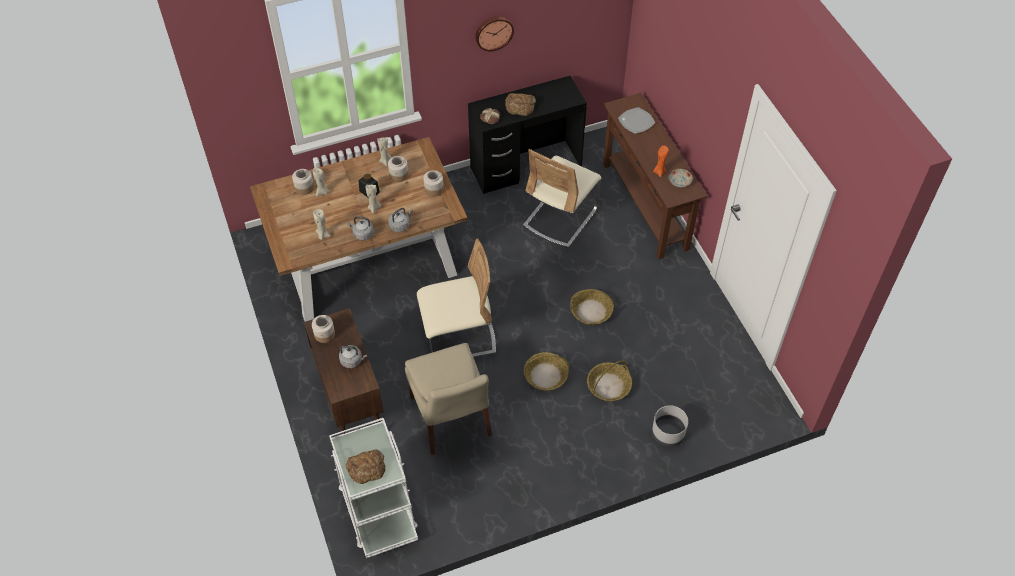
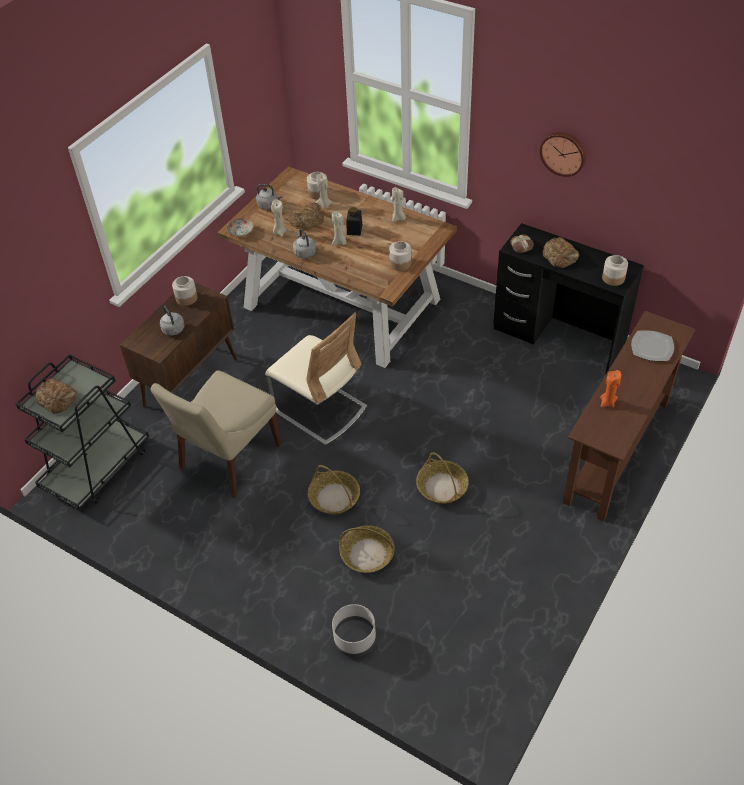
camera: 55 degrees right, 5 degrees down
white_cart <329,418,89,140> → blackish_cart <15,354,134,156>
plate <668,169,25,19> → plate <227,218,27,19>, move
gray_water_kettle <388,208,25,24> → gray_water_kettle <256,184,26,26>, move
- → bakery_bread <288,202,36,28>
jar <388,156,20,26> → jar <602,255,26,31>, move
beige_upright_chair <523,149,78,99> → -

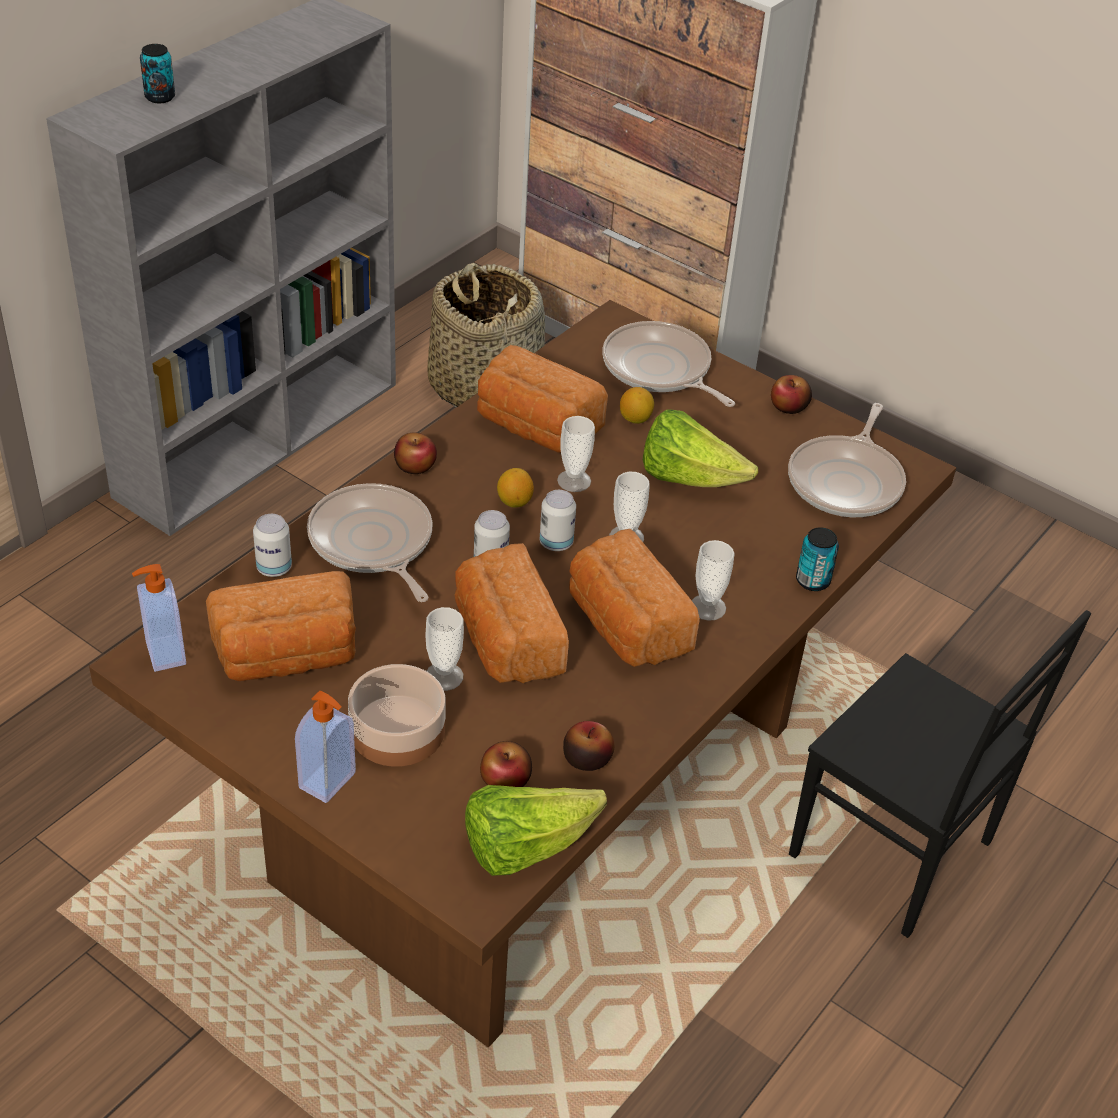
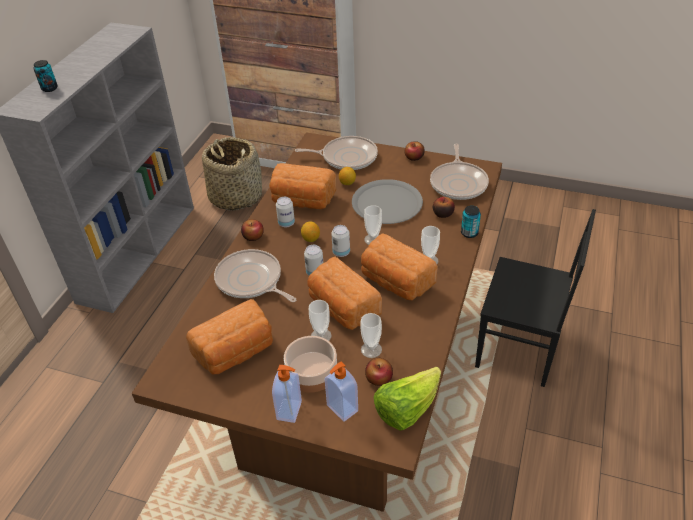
camera: 15 degrees left, 0 degrees up
sealed_can <253,514,39,63> → sealed_can <276,197,19,30>, move
pan <603,321,132,86> → pan <295,136,83,34>, 150 degrees clockwise
soap_dispenser <132,564,54,108> → soap_dispenser <325,362,33,60>, move
lettuce_head <643,409,115,78> → gray_plate <352,179,71,45>
cup <557,416,38,76> → cup <360,313,22,45>, move
apple_fruit <563,721,51,50> → apple_fruit <433,197,22,21>, move

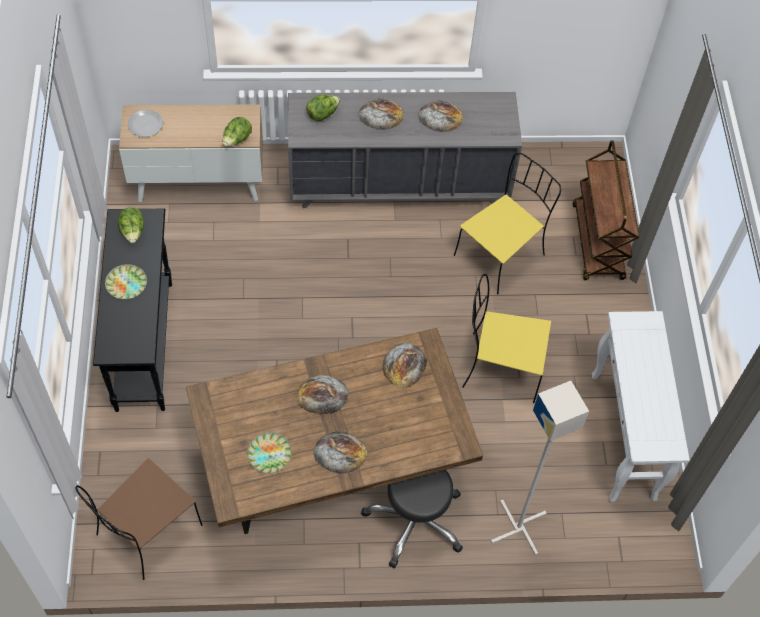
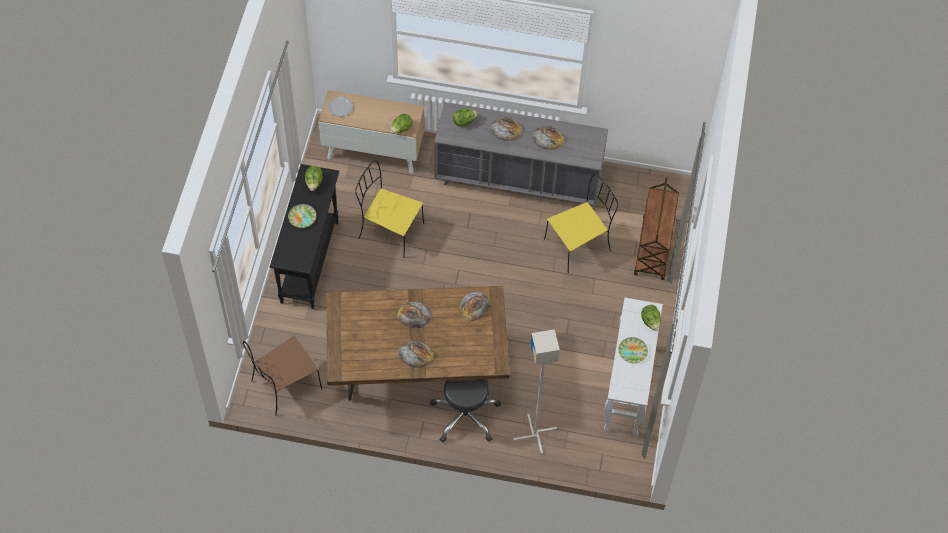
camera: 15 degrees right, 0 degrees up
yellow_upright_chair <462,274,89,129> → yellow_upright_chair <355,161,69,97>, move
plate <247,432,45,41> → plate <618,337,30,26>, move
- → lettuce_head <641,305,20,26>

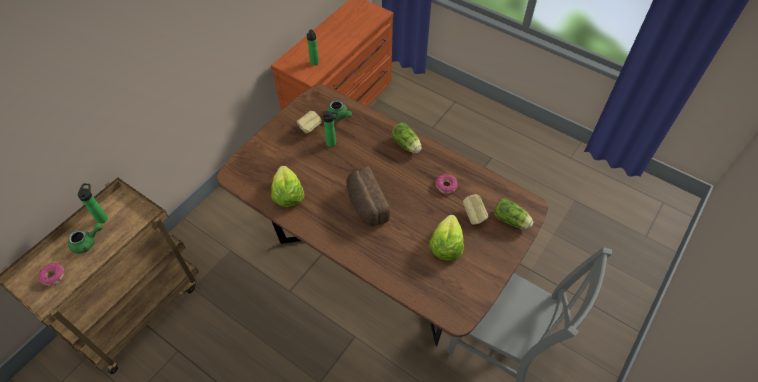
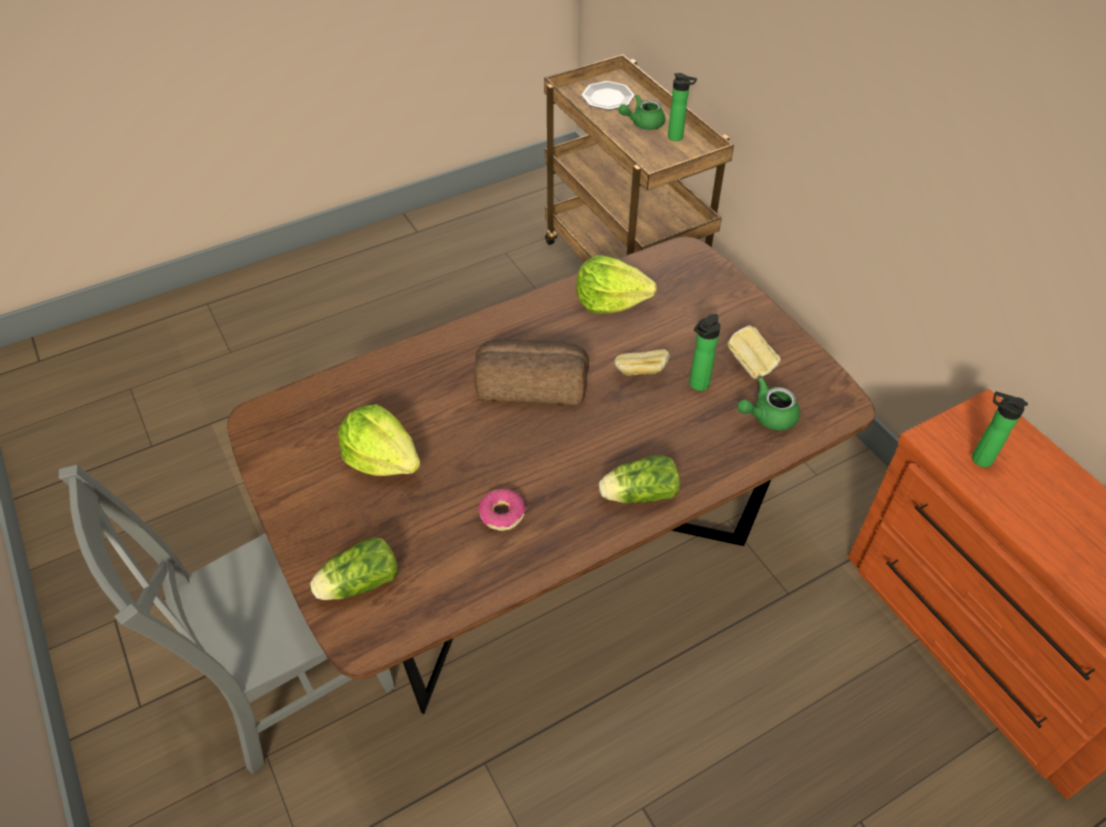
camera: 115 degrees right, 5 degrees down
donut <38,263,26,23> → plate <581,81,54,29>
bakery_bread <463,194,25,31> → bakery_bread <614,349,56,27>, move
green_tea_pot <68,223,35,31> → green_tea_pot <618,95,47,35>, 75 degrees clockwise

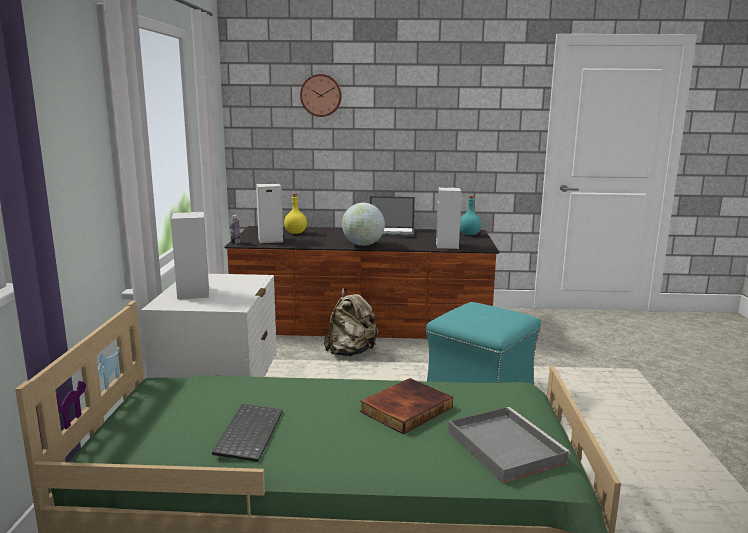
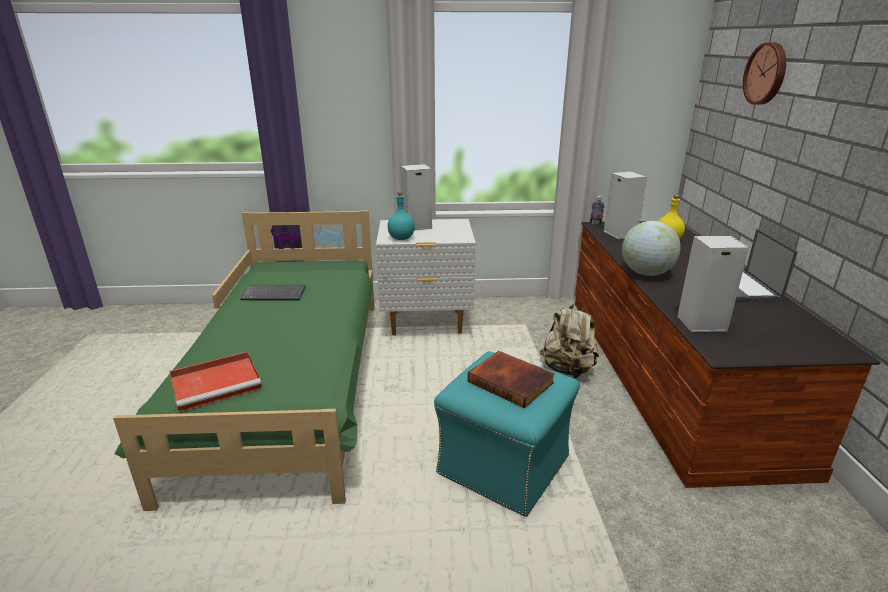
camera: 85 degrees right, 10 degrees up
gray_carrying_tray <448,407,123,76> → red-coloured_carrying_tray <170,351,92,62>
blue-green_drink_bottle <460,195,22,40> → blue-green_drink_bottle <387,191,28,49>, move
bound_book <360,378,93,56> → bound_book <468,351,87,57>, move

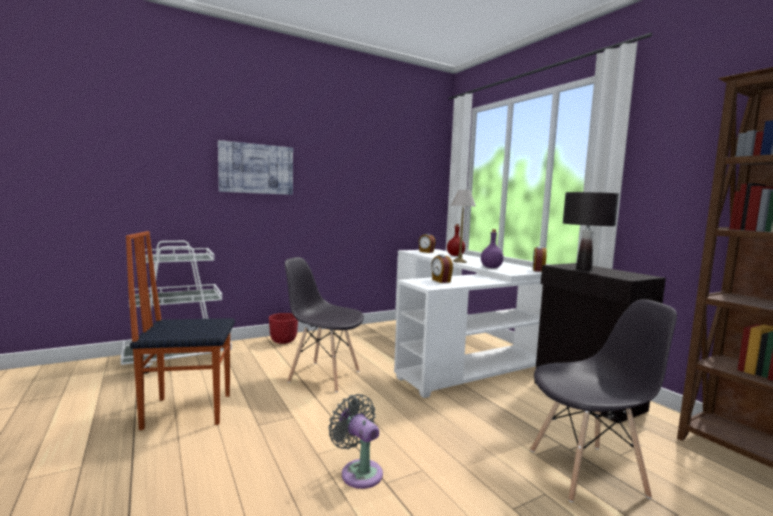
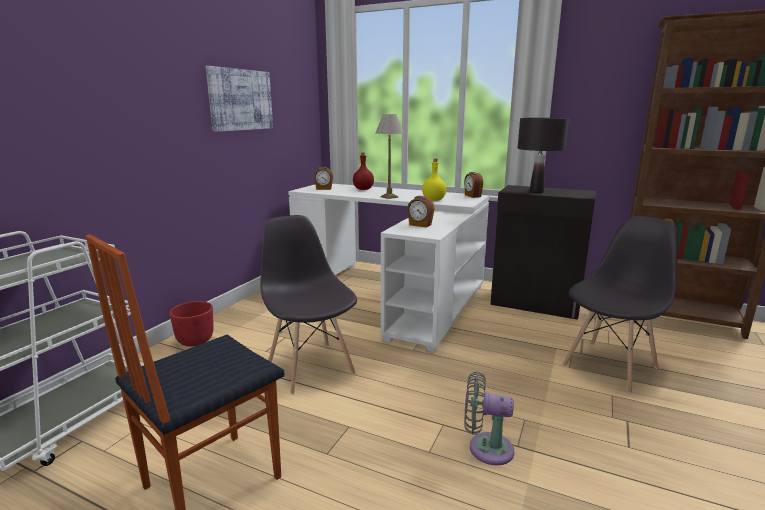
camera: 35 degrees left, 10 degrees up
picture <218,140,75,55> → picture <206,66,67,66>, move
gray_upright_chair <285,257,79,135> → gray_upright_chair <260,215,97,179>, 75 degrees clockwise
purplish_drink_bottle <481,229,22,39> → yellow_drink_bottle <422,158,24,43>

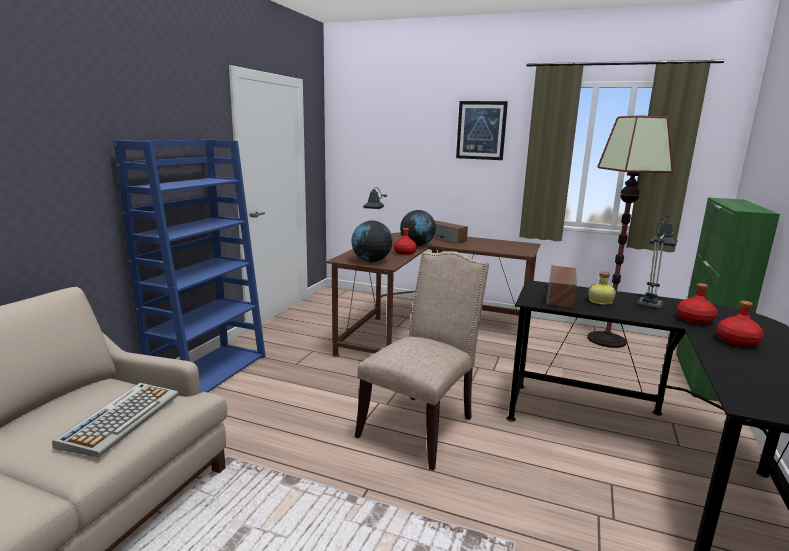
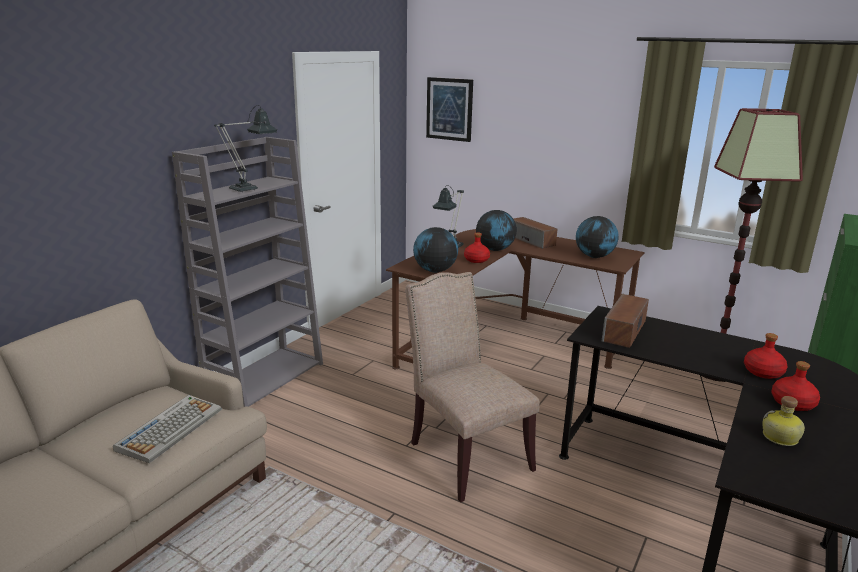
camera: 10 degrees right, 5 degrees up
blue_shelving_unit <114,140,152,253> → gray_shelving_unit <172,137,151,270>
table_lamp <636,216,42,93> → table_lamp <214,105,63,87>, move
beige_upright_chair <355,251,134,220> → beige_upright_chair <405,272,134,230>, 75 degrees counterclockwise
picture <456,101,52,59> → picture <426,77,47,65>, move
- → world_globe <576,216,43,42>
drink_bottle <588,271,28,34> → drink_bottle <763,396,42,50>, move

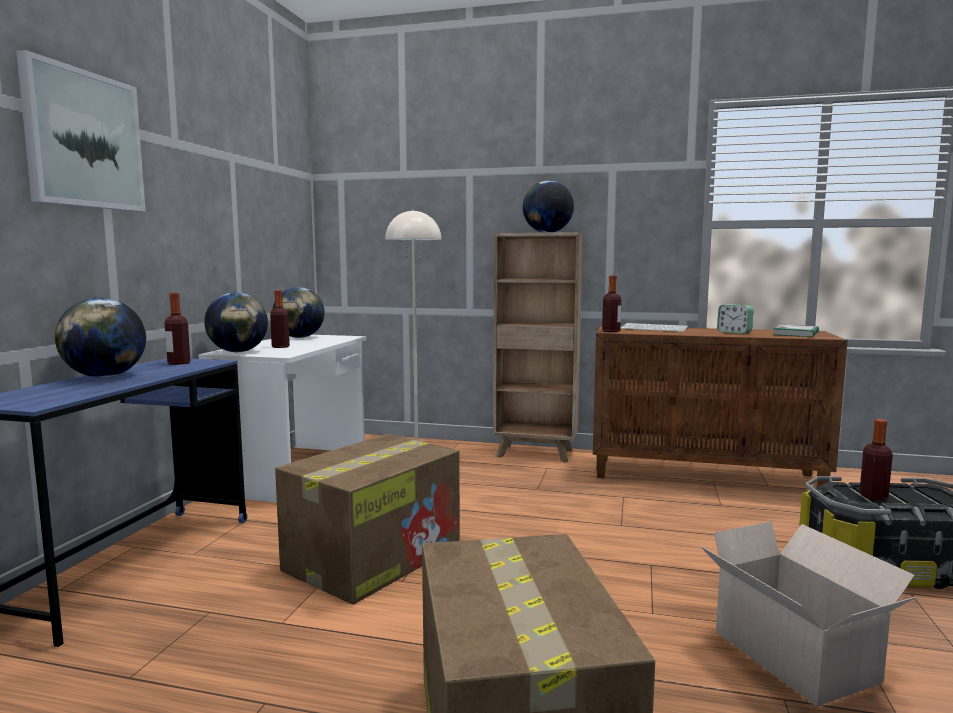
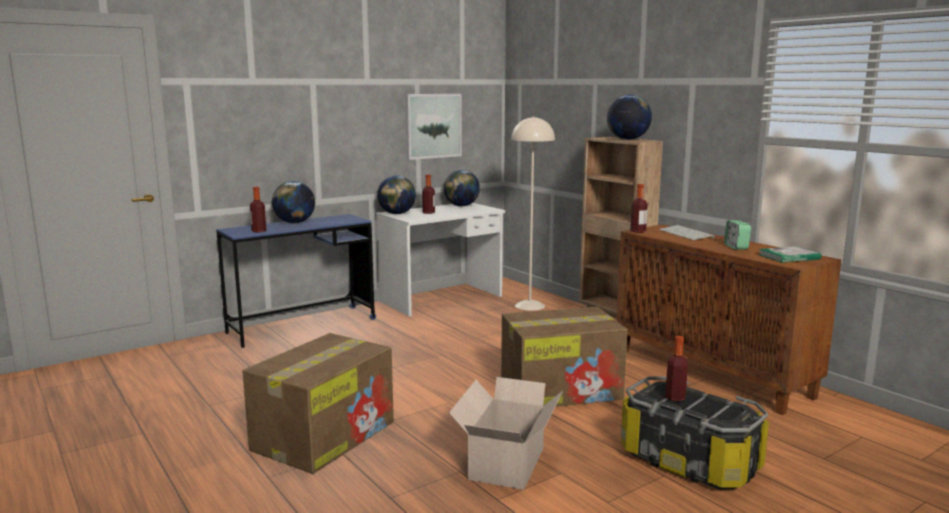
camera: 40 degrees right, 5 degrees up
drink_bottle <165,293,25,72> → drink_bottle <250,187,17,46>, move
picture <16,50,130,162> → picture <405,94,57,66>, move
cardboard_box <275,434,185,170> → cardboard_box <501,307,127,100>, move

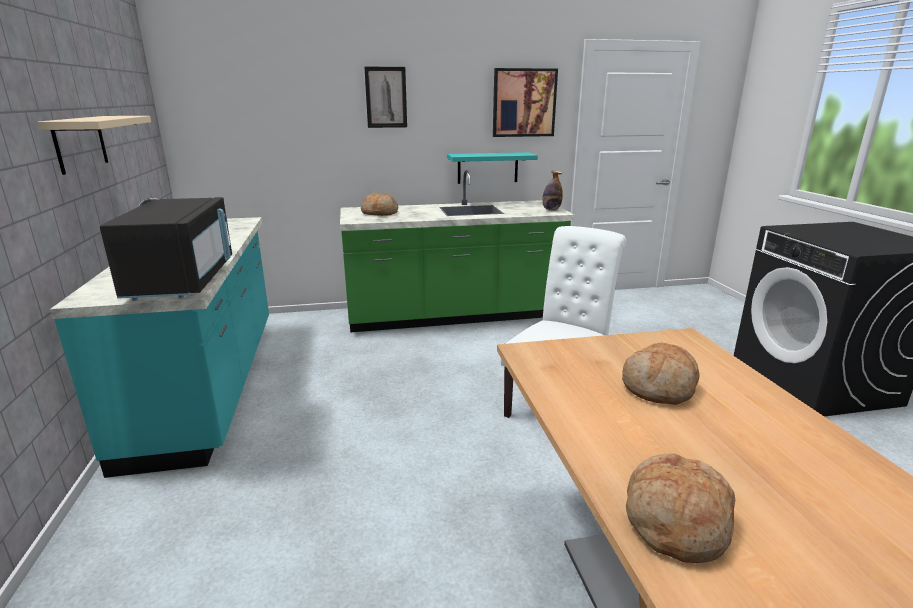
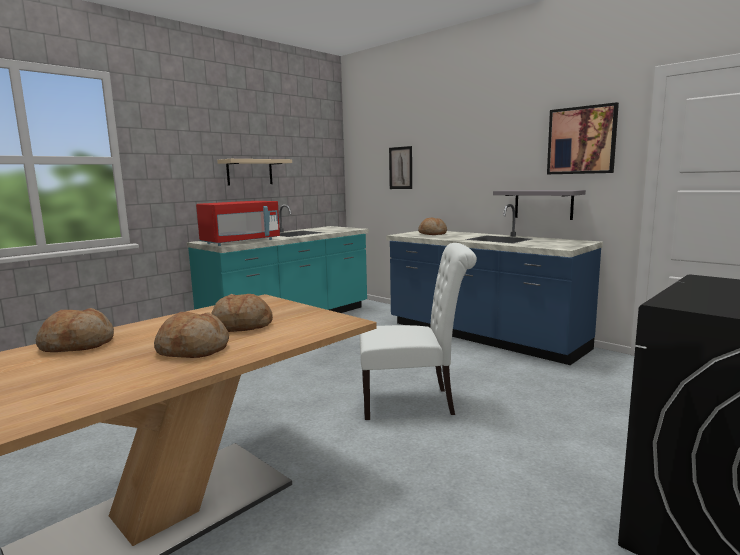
camera: 55 degrees right, 10 degrees down
- → bakery_bread <154,312,75,46>
blackish_microwave <100,197,132,104> → red-coloured_microwave <196,201,84,45>
green_counter <340,170,234,162> → blue_counter <386,204,217,161>
picture <364,66,43,62> → picture <389,146,23,43>, move
blue-green_wall_shelf <447,152,91,32> → gray_wall_shelf <493,190,93,30>
drink_bottle <542,171,21,39> → -

